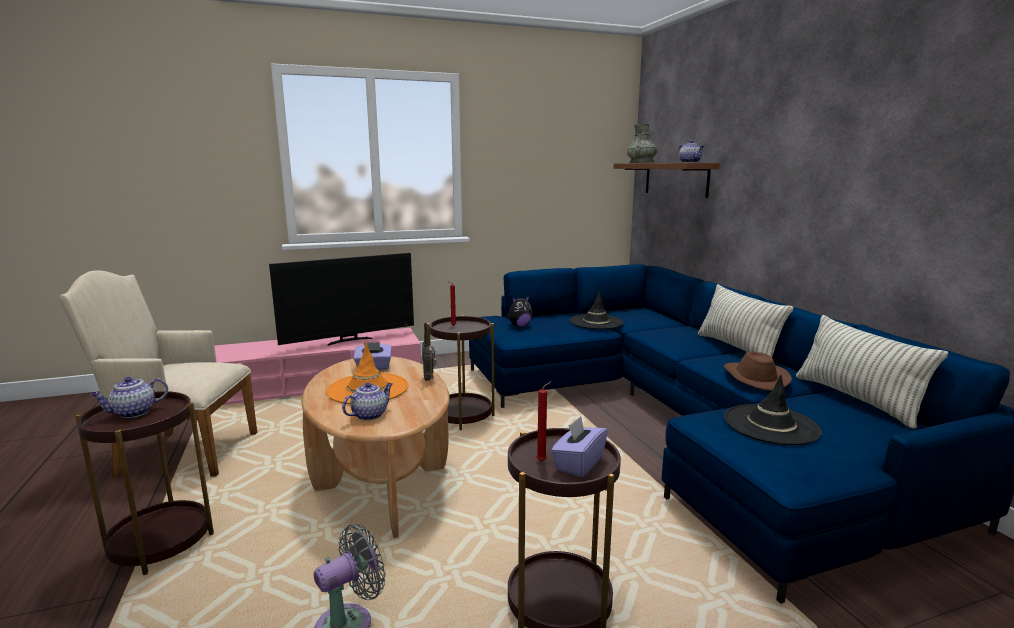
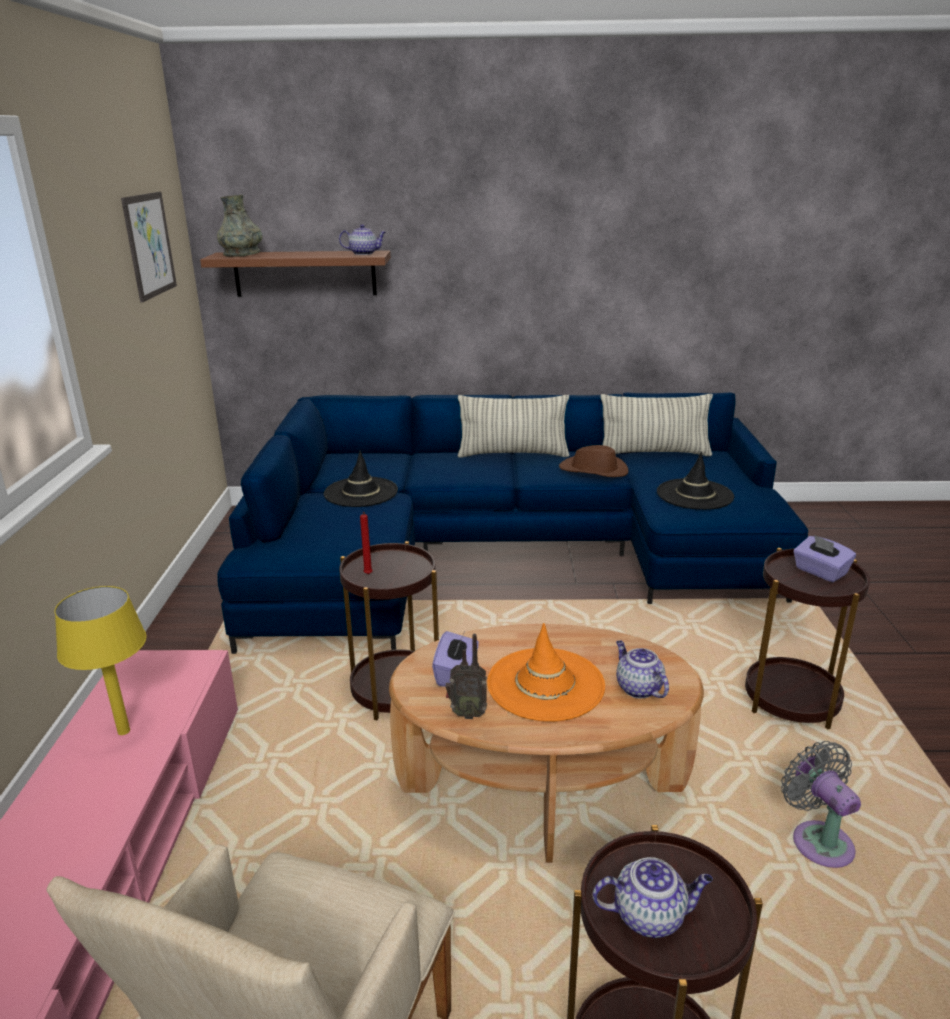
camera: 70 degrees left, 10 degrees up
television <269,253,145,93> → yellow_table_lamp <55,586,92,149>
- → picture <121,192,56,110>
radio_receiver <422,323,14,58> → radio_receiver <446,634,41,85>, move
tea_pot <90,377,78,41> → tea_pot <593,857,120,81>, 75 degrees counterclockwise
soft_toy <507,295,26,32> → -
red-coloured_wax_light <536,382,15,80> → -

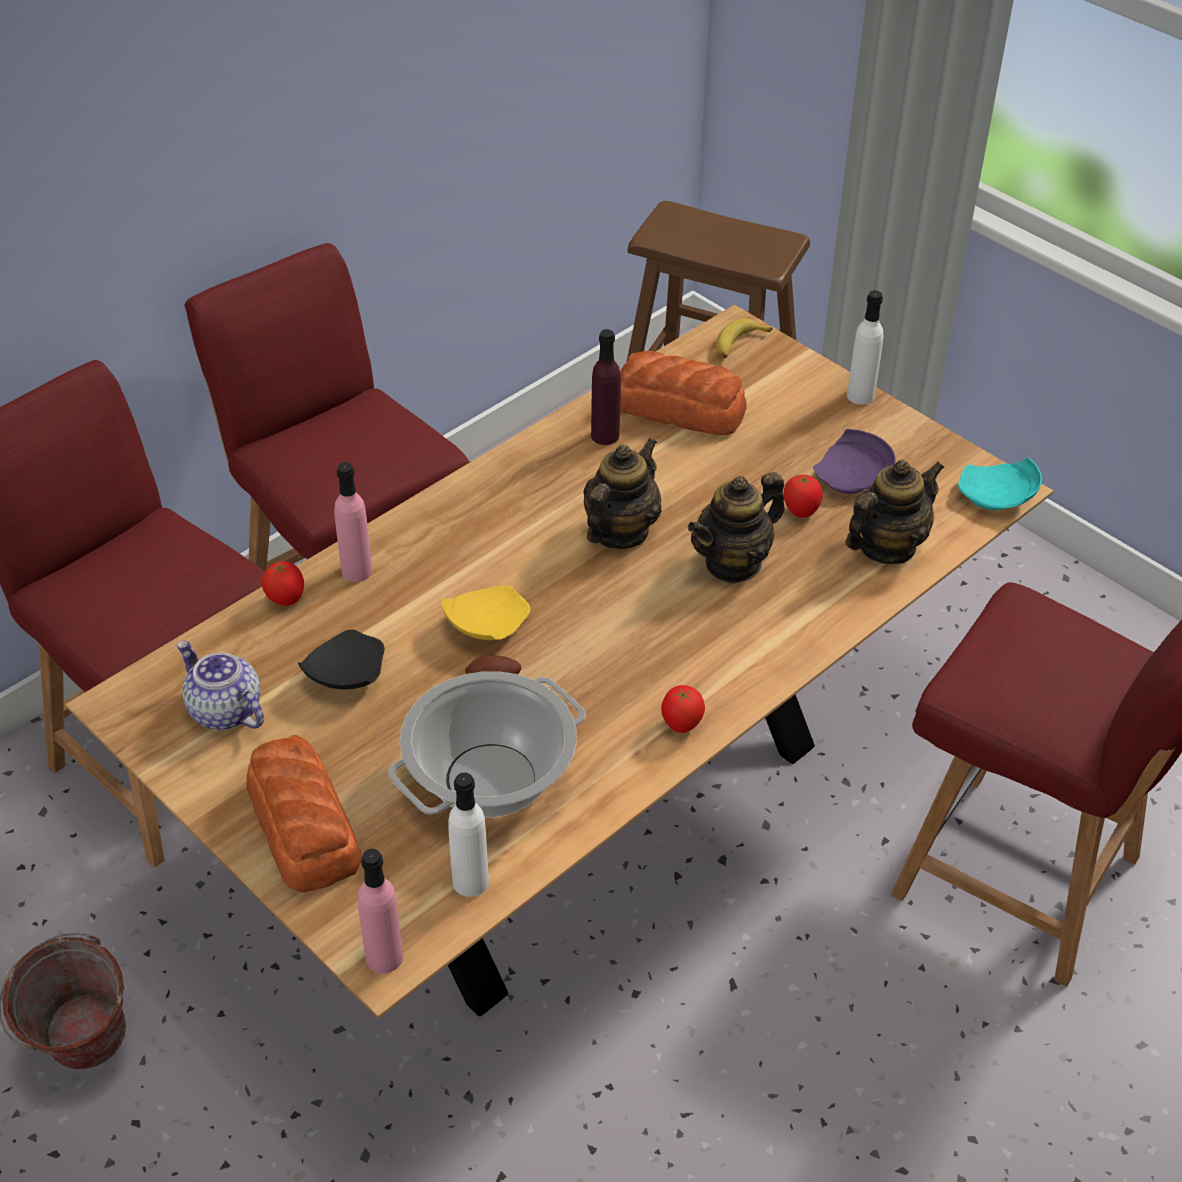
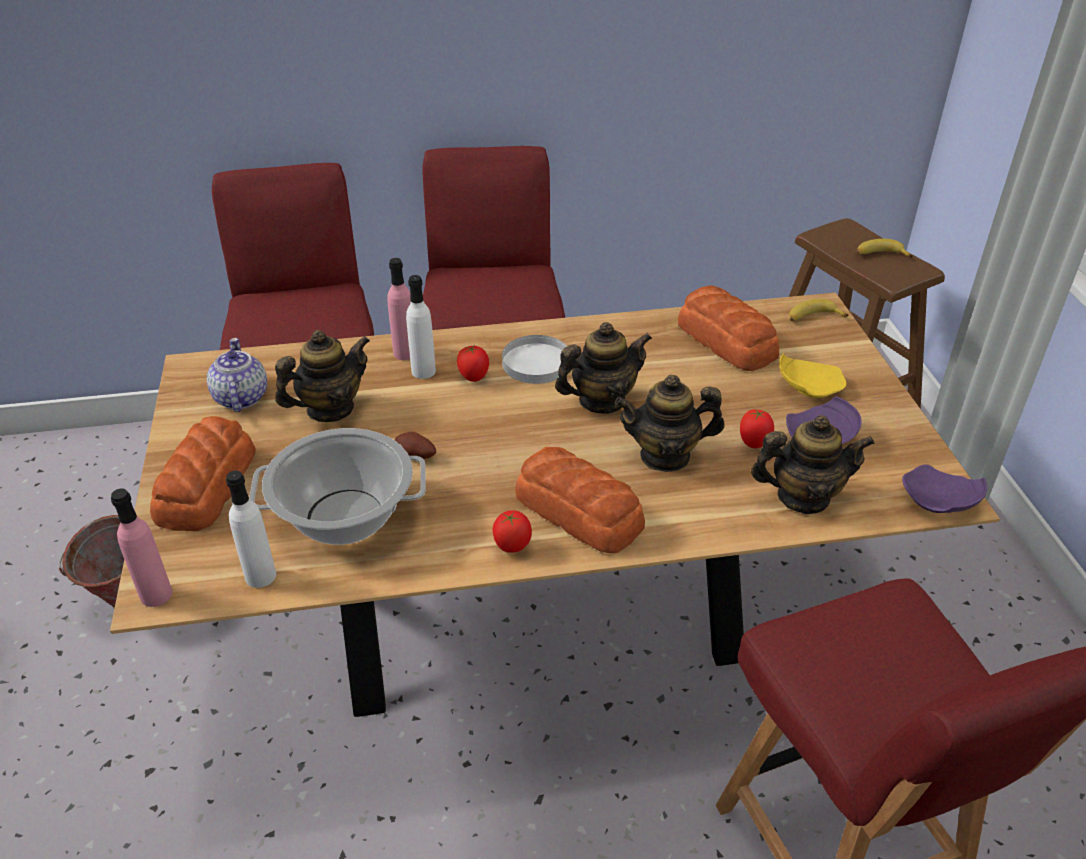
camera: 35 degrees right, 5 degrees down
blackish_plate <298,629,87,60> → tea_pot <275,330,95,92>
white_drink_bottle <847,290,36,115> → white_drink_bottle <406,275,30,104>, move
whole_tomato <261,561,43,45> → whole_tomato <457,345,32,37>, move
- → white_plate <502,335,65,49>
- → bakery_bread <515,447,130,106>
yellow_plate <442,585,88,55> → yellow_plate <779,353,68,45>, move
- → banana_fruit <856,239,57,19>
blue-green_plate <958,458,84,52> → purplish_plate <902,464,85,49>
purplish_drink_bottle <591,329,30,116> → -

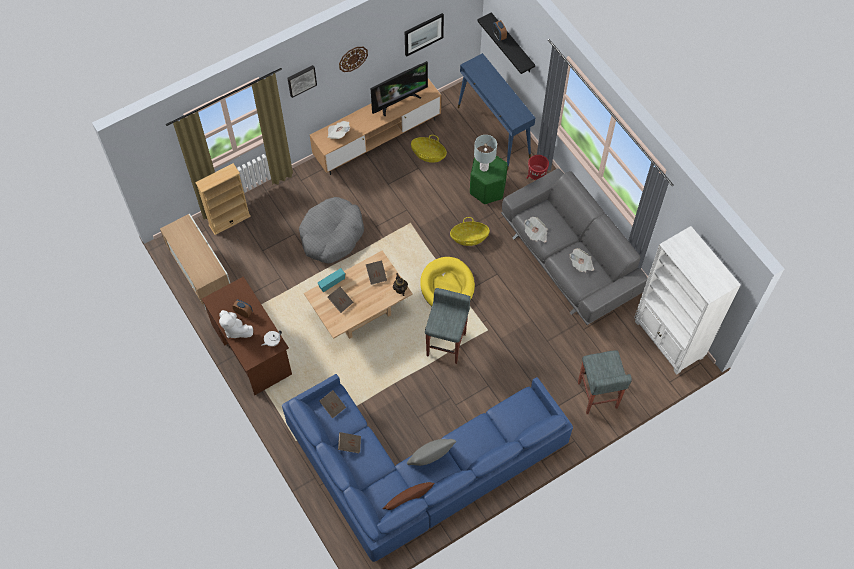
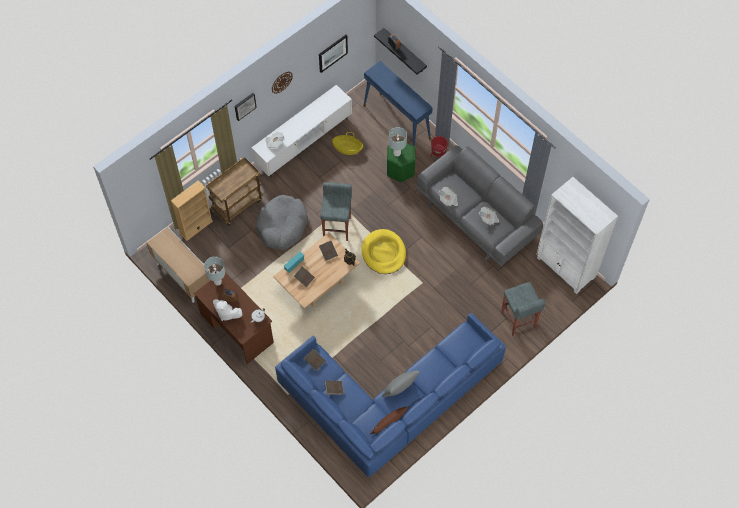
camera: 10 degrees left, 0 degrees up
- → gray_table_lamp <204,257,21,28>
- → brown_cart <206,157,57,69>
brown_tv_stand <310,78,131,97> → white_tv_stand <251,85,101,92>
gray_stool_seat <425,288,46,76> → gray_stool_seat <320,182,32,59>, move
television <371,61,57,55> → -
household_basket <450,217,40,29> → -

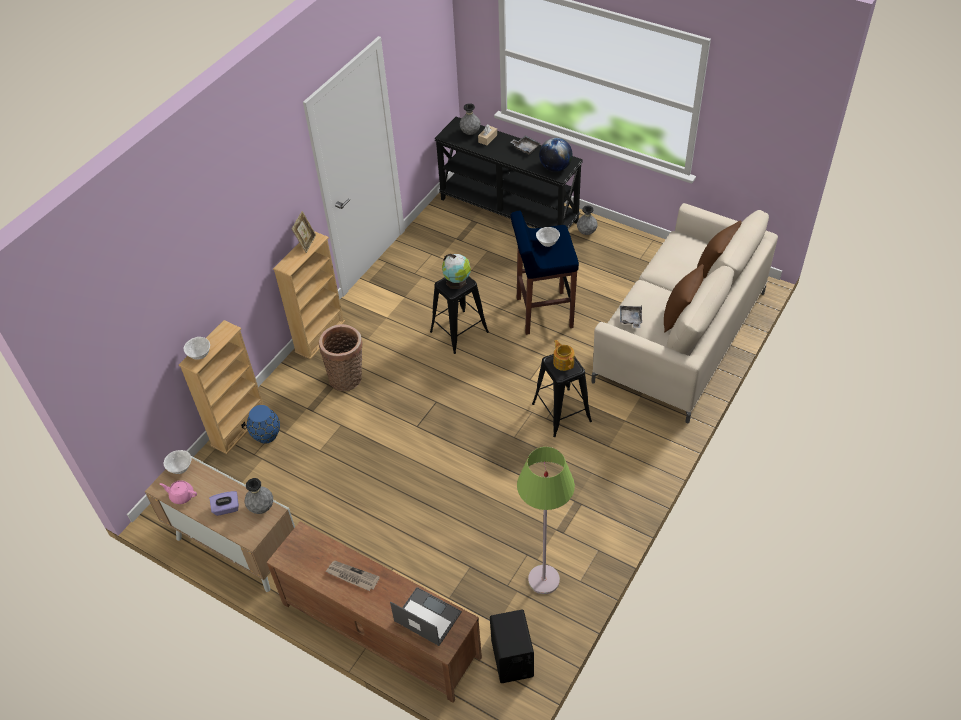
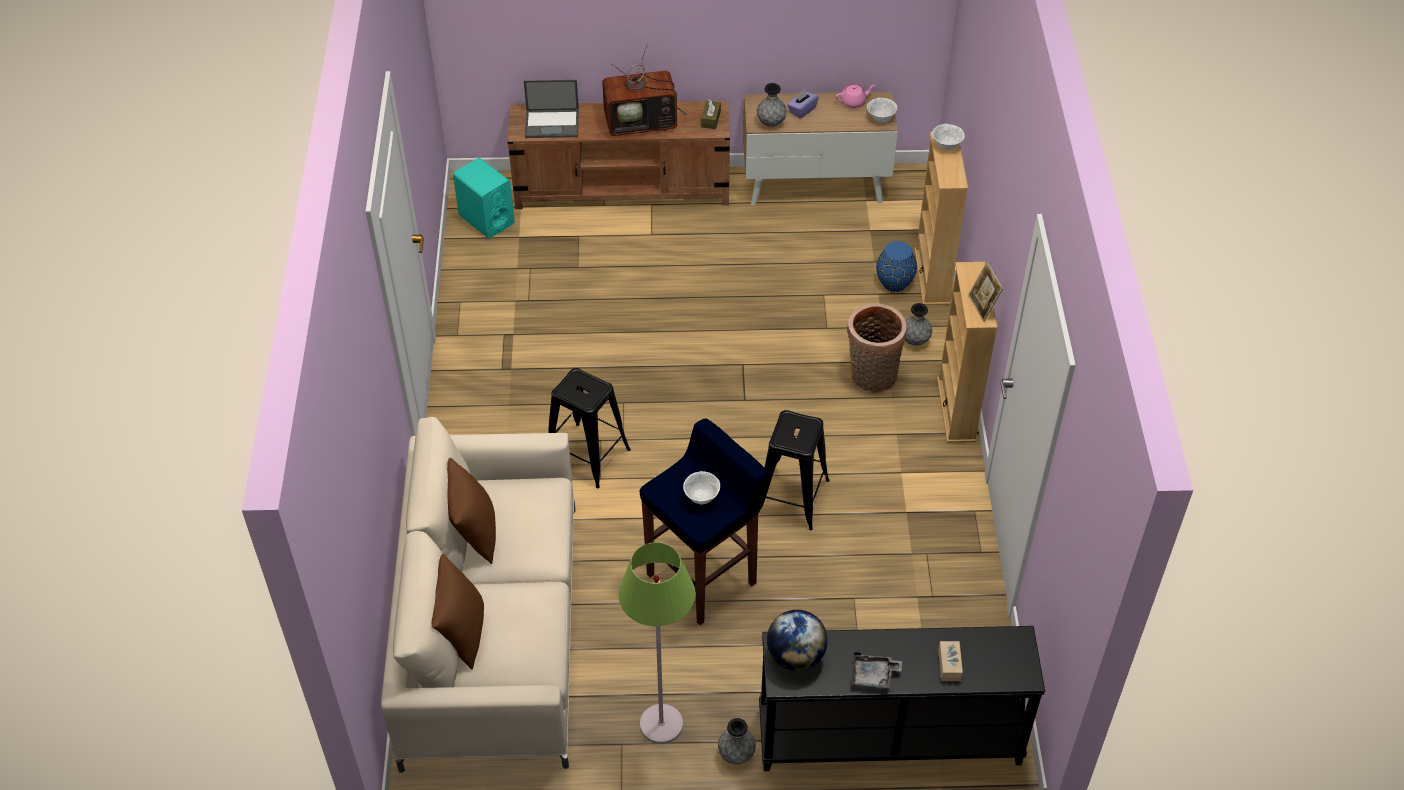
camera: 145 degrees right, 0 degrees up
blackish_audio_speaker <490,610,44,73> → blue-green_audio_speaker <453,158,62,81>
printed_paper <325,561,55,30> → television <602,43,85,93>
green_floor_lamp <517,447,58,147> → green_floor_lamp <618,542,77,202>, move
- → brown_box_of_tissues <701,100,20,29>
gray_decorative_vase <460,103,21,32> → gray_decorative_vase <905,303,27,43>, move
world_globe <442,254,29,35> → -
tea_pot <553,340,22,31> → -
gray_carrying_tray <620,306,22,22> → -

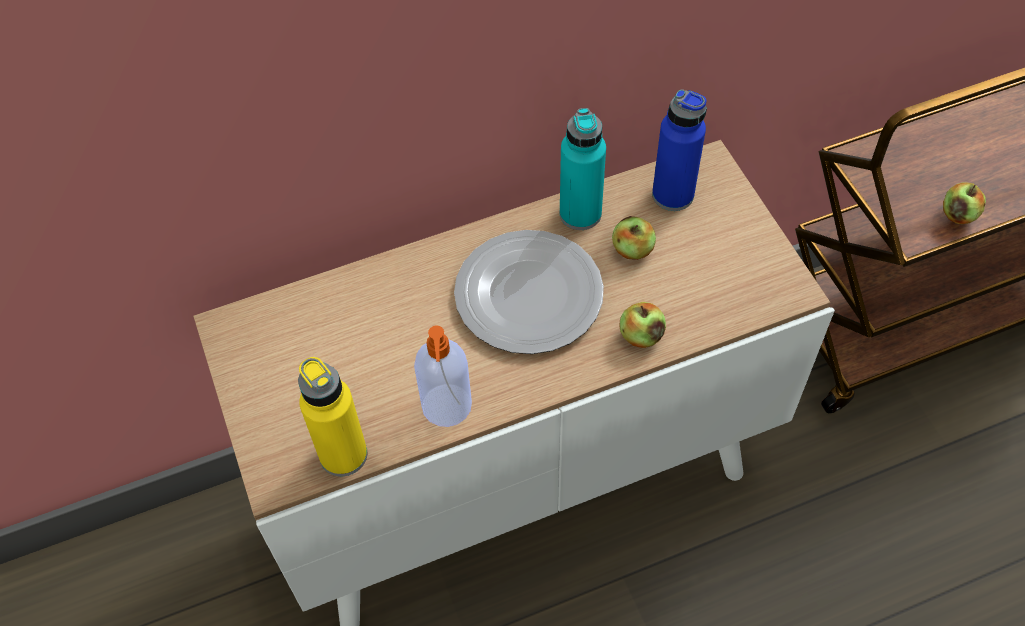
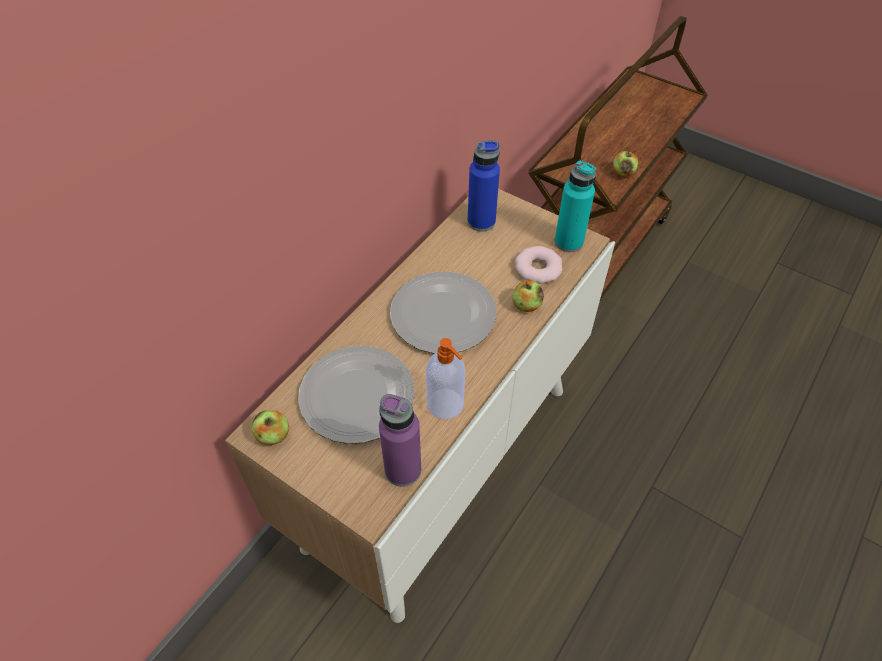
camera: 35 degrees left, 5 degrees down
apple_fruit <612,216,44,44> → apple_fruit <252,410,37,35>, move
- → plate <298,346,117,98>
yellow_drink_bottle <298,357,69,119> → purplish_drink_bottle <379,394,42,93>
- → donut <515,246,48,38>
blue-green_drink_bottle <560,108,46,122> → blue-green_drink_bottle <555,160,41,92>, move

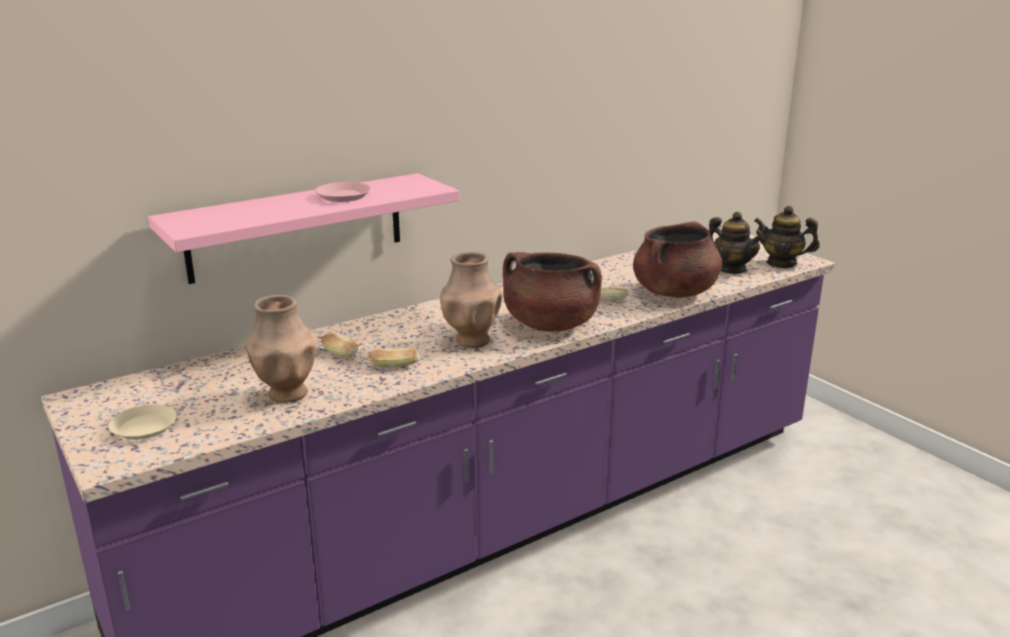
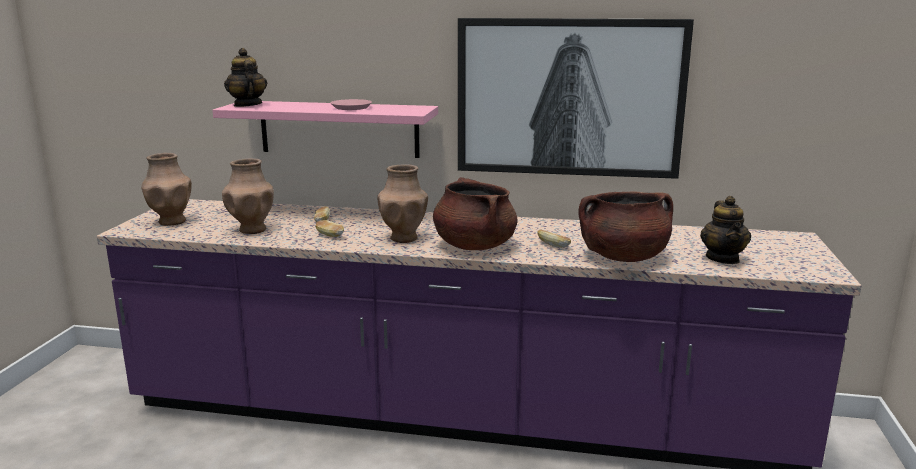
camera: 45 degrees right, 5 degrees down
beige_plate <108,404,69,36> → brown_decorative_vase <141,153,51,73>
tea_pot <754,206,66,62> → tea_pot <224,48,43,59>, move
- → picture <458,18,236,161>

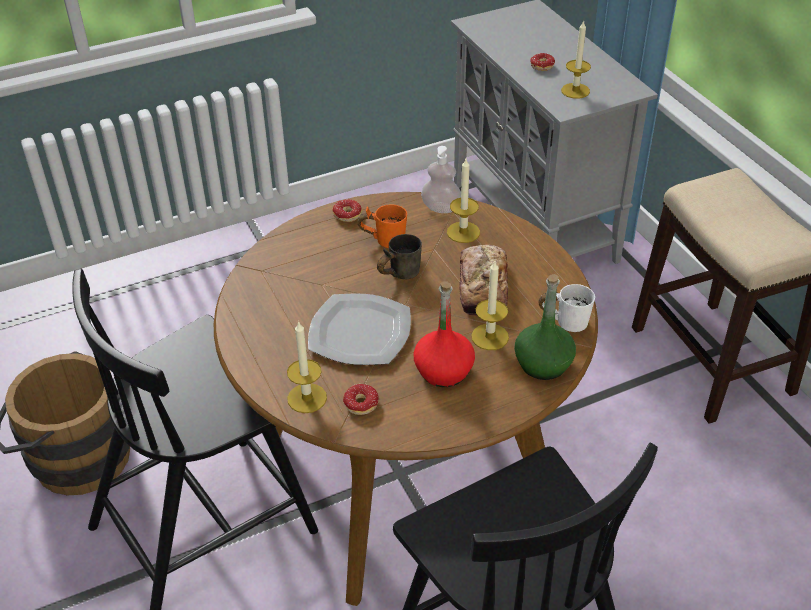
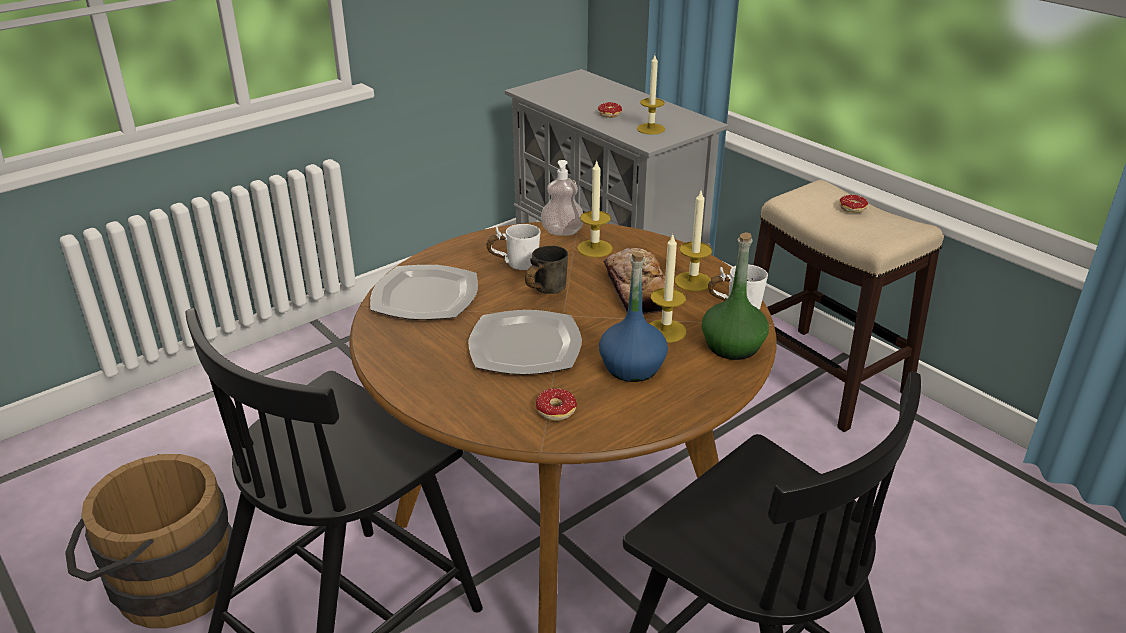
camera: 15 degrees left, 10 degrees down
- → plate <370,265,108,55>
orange_mug <357,204,50,44> → white_mug <487,224,53,46>
red-coloured_drink_bottle <414,282,61,105> → blue_drink_bottle <599,252,69,130>
wax_light <287,321,40,92> → wax_light <674,191,38,101>, move
donut <333,199,29,23> → donut <839,195,29,18>, move

